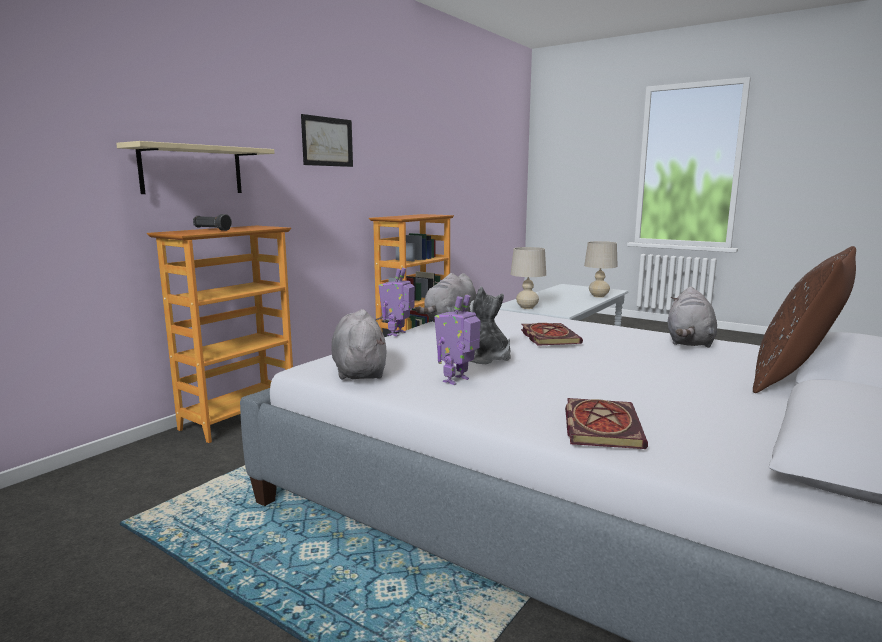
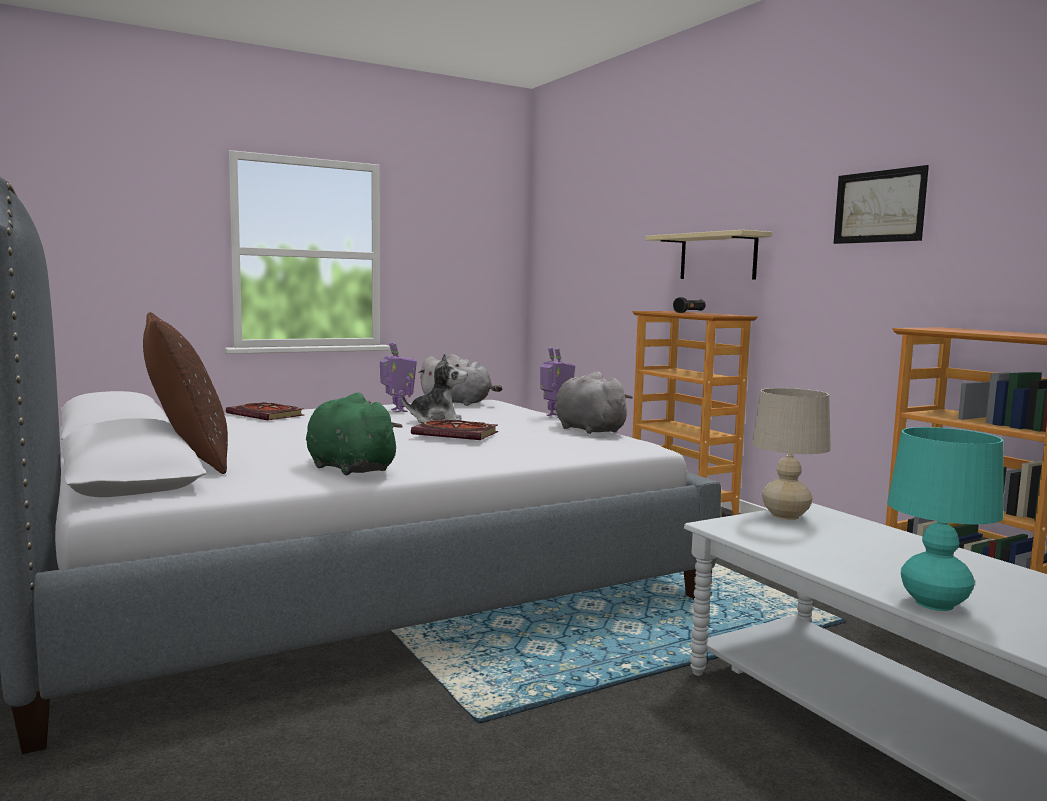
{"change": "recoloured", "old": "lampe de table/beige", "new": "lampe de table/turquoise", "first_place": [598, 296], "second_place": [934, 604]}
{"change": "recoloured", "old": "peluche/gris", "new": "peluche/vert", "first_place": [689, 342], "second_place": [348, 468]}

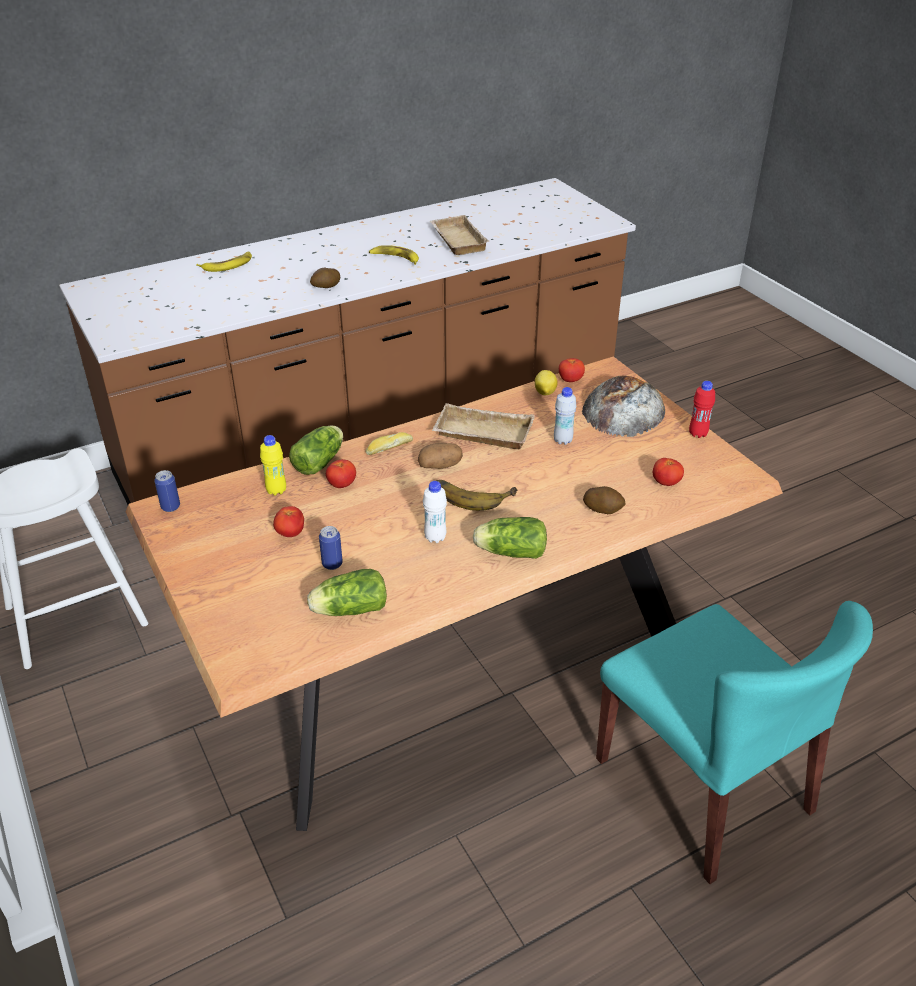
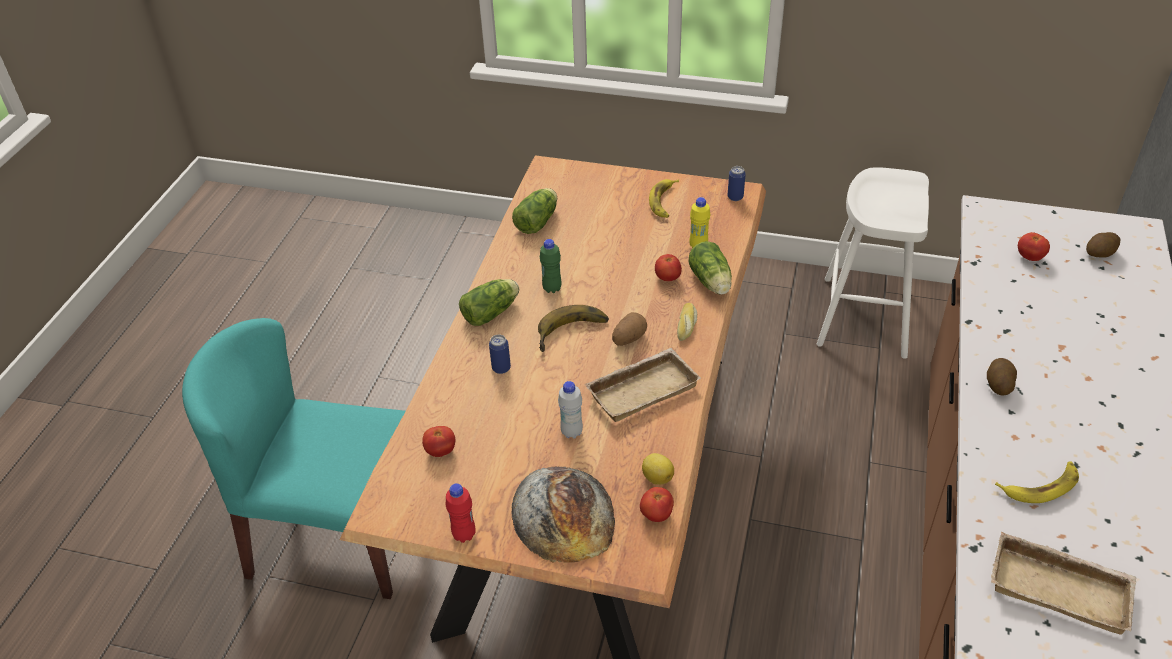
{"change": "moved", "old": "banane", "first_place": [228, 265], "second_place": [664, 202]}
{"change": "moved", "old": "tomate", "first_place": [290, 533], "second_place": [1030, 257]}
{"change": "moved", "old": "boîte métallique", "first_place": [332, 564], "second_place": [501, 368]}
{"change": "moved", "old": "pomme de terre", "first_place": [603, 509], "second_place": [1099, 254]}
{"change": "recoloured", "old": "bouteille/blanc", "new": "bouteille/vert", "first_place": [435, 537], "second_place": [552, 288]}

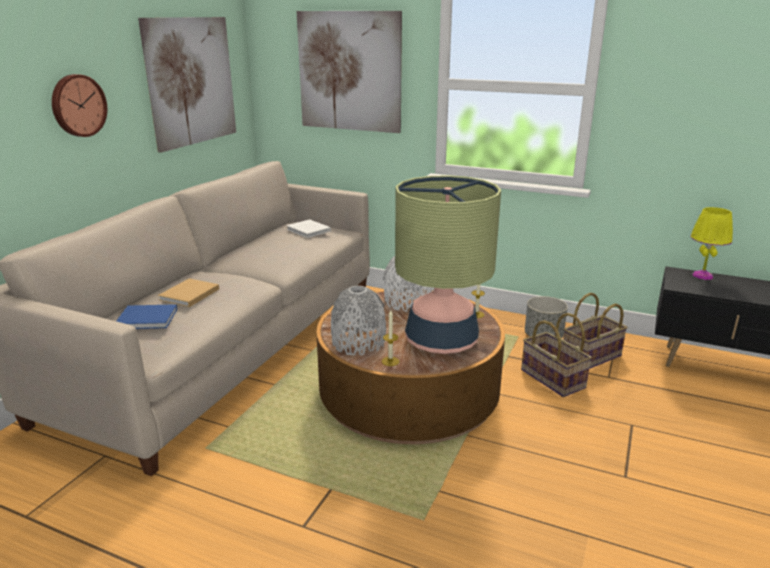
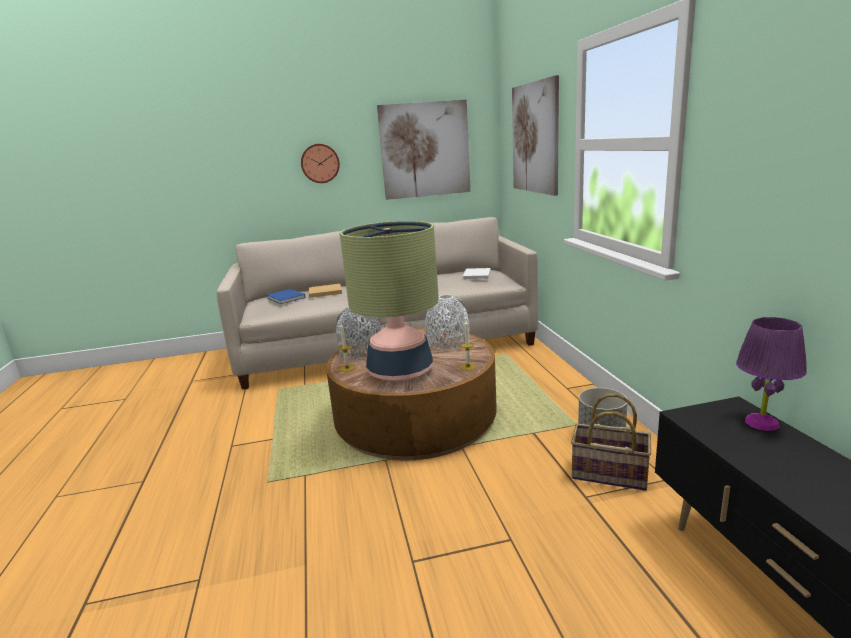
{"change": "removed", "old": "panier", "first_place": [551, 379]}
{"change": "recoloured", "old": "lampe de table/jaune", "new": "lampe de table/violet", "first_place": [702, 276], "second_place": [762, 423]}

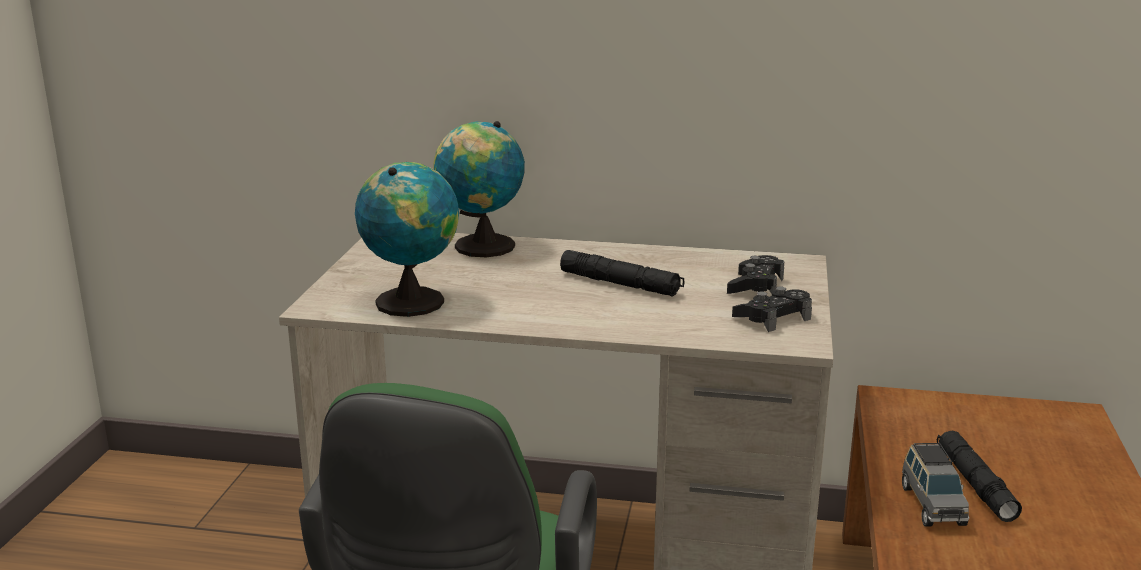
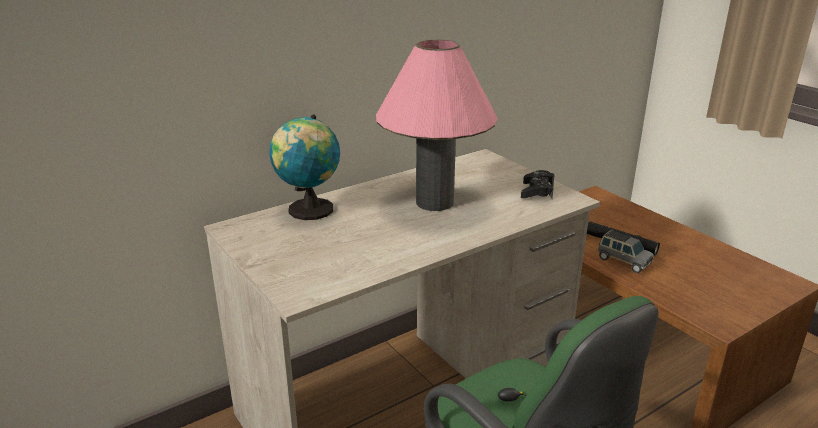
{"change": "removed", "old": "globe", "first_place": [412, 301]}
{"change": "removed", "old": "manette/noir", "first_place": [755, 286]}
{"change": "replaced", "old": "lampe de poche/noir", "new": "lampe de table/rose", "first_place": [620, 284], "second_place": [434, 202]}

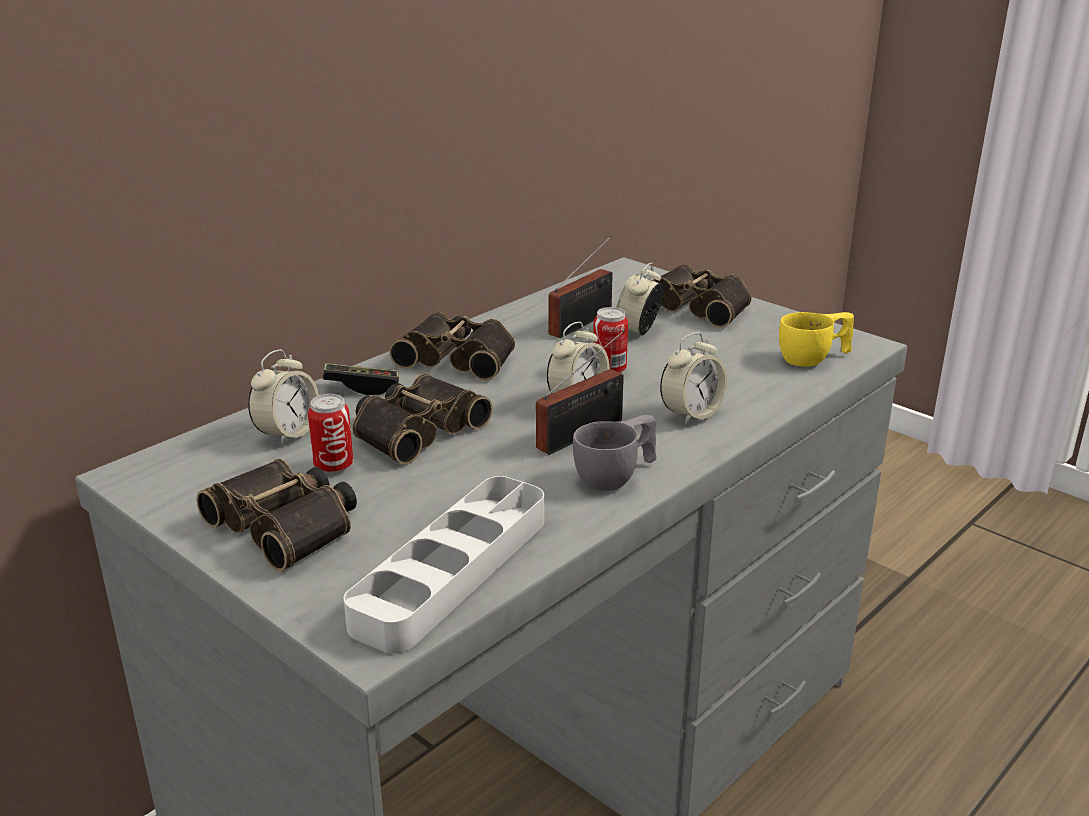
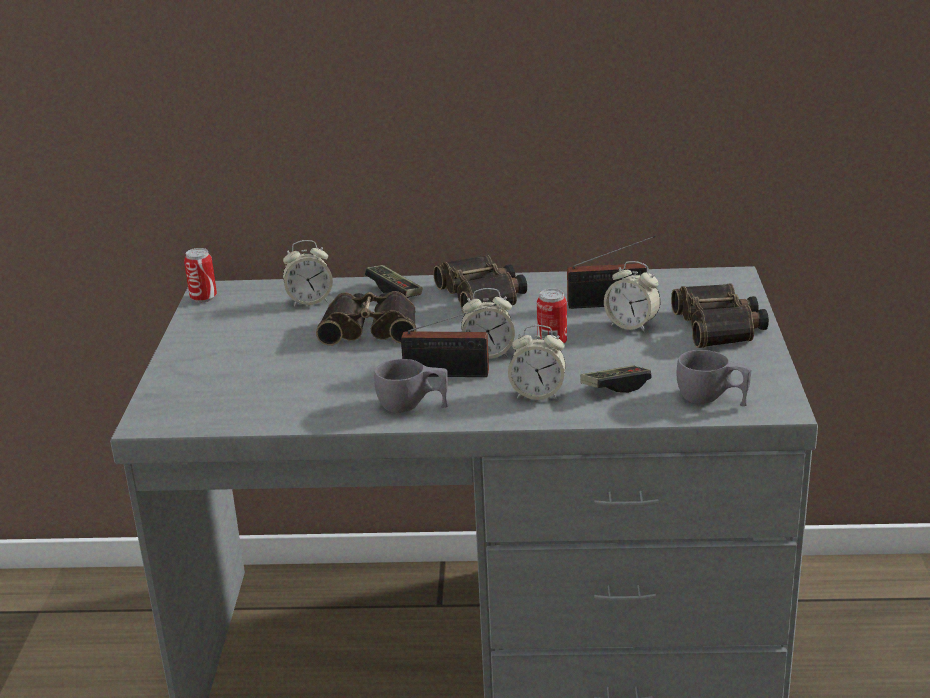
{"change": "removed", "old": "jumelles", "first_place": [287, 524]}
{"change": "removed", "old": "plateau/gris", "first_place": [452, 571]}
{"change": "added", "new": "manette", "second_place": [615, 387]}
{"change": "moved", "old": "boîte métallique", "first_place": [334, 466], "second_place": [203, 298]}
{"change": "recoloured", "old": "tasse/jaune", "new": "tasse/gris", "first_place": [814, 359], "second_place": [712, 399]}
{"change": "turned", "old": "réveil", "first_place": [637, 331], "second_place": [632, 325], "degrees": -135}

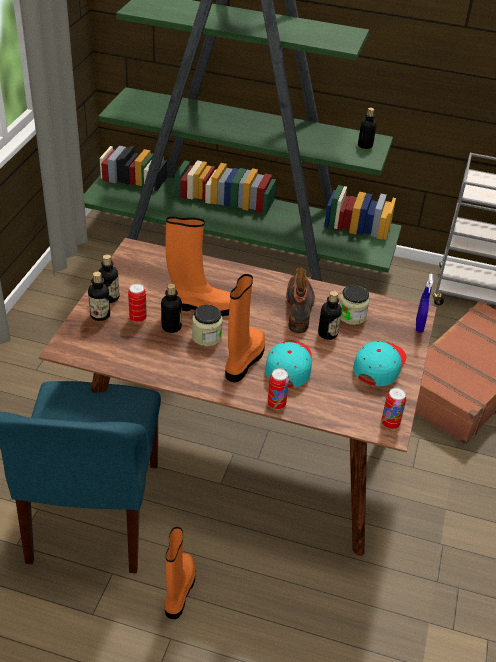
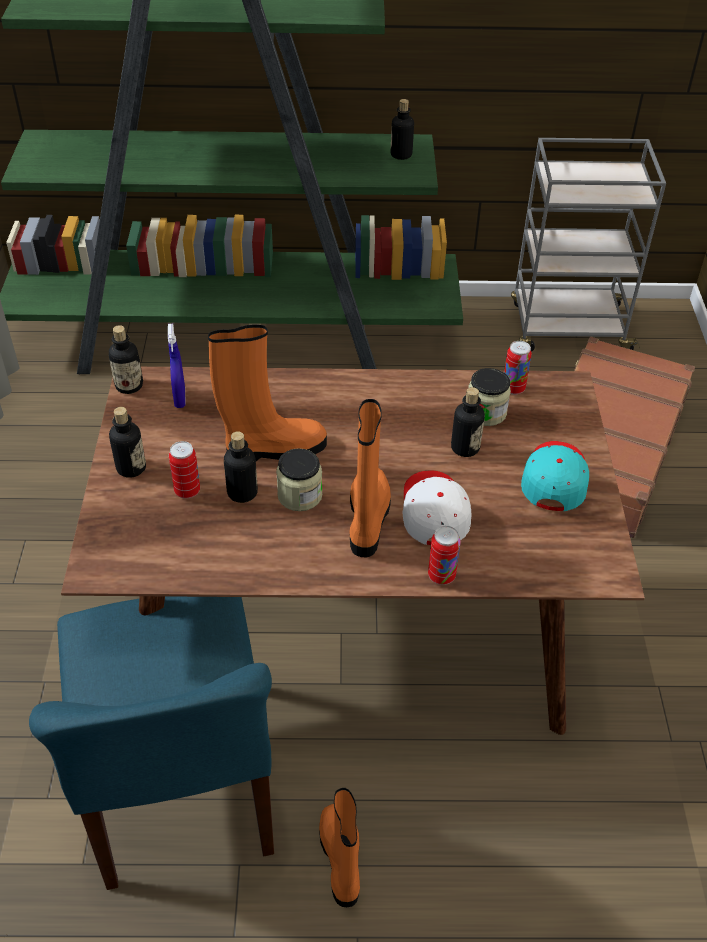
{"change": "removed", "old": "botte", "first_place": [300, 307]}
{"change": "moved", "old": "bouteille", "first_place": [100, 315], "second_place": [129, 385]}
{"change": "moved", "old": "boîte métallique", "first_place": [390, 424], "second_place": [513, 388]}
{"change": "moved", "old": "vaporisateur/bleu", "first_place": [419, 326], "second_place": [180, 398]}
{"change": "recoloured", "old": "casquette/turquoise", "new": "casquette/blanc", "first_place": [289, 366], "second_place": [433, 511]}

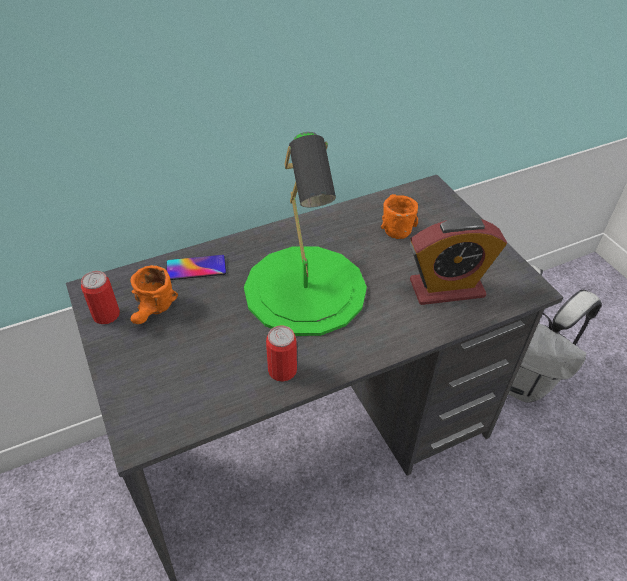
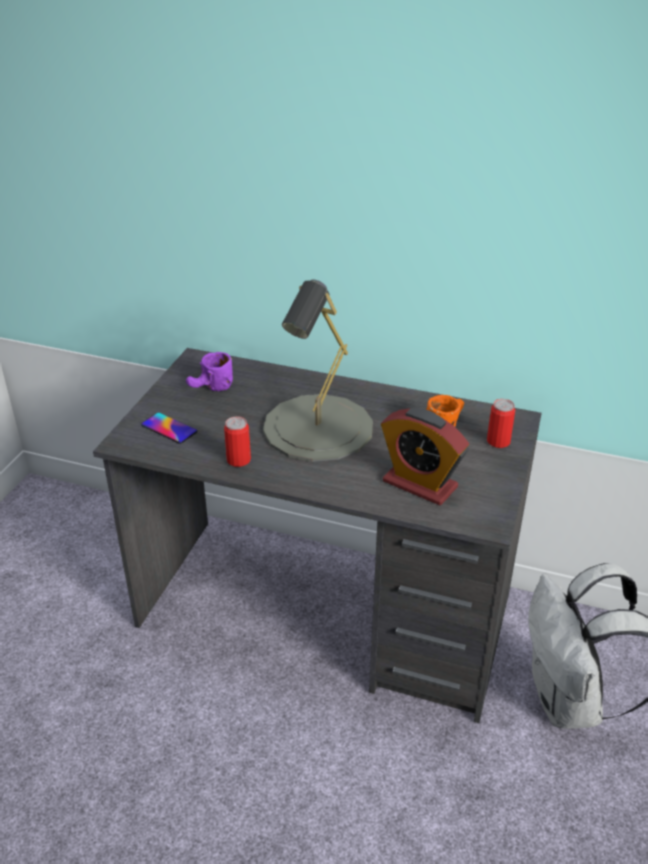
{"change": "moved", "old": "boîte métallique", "first_place": [106, 315], "second_place": [498, 441]}
{"change": "moved", "old": "téléphone", "first_place": [196, 268], "second_place": [169, 428]}
{"change": "recoloured", "old": "mug/orange", "new": "mug/violet", "first_place": [154, 312], "second_place": [211, 389]}
{"change": "recoloured", "old": "lampe de table/vert", "new": "lampe de table/gris", "first_place": [305, 289], "second_place": [318, 428]}

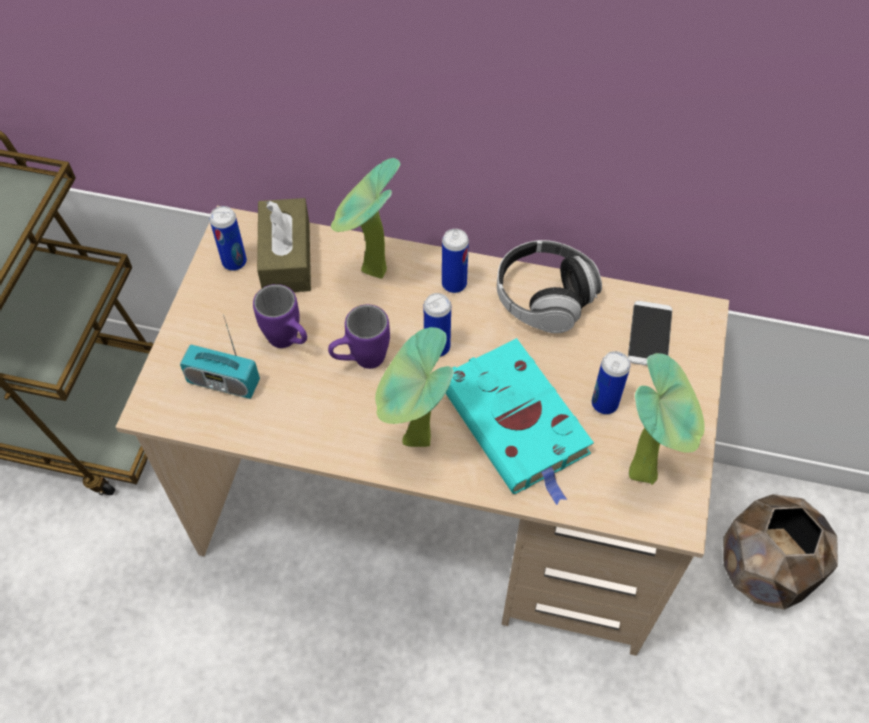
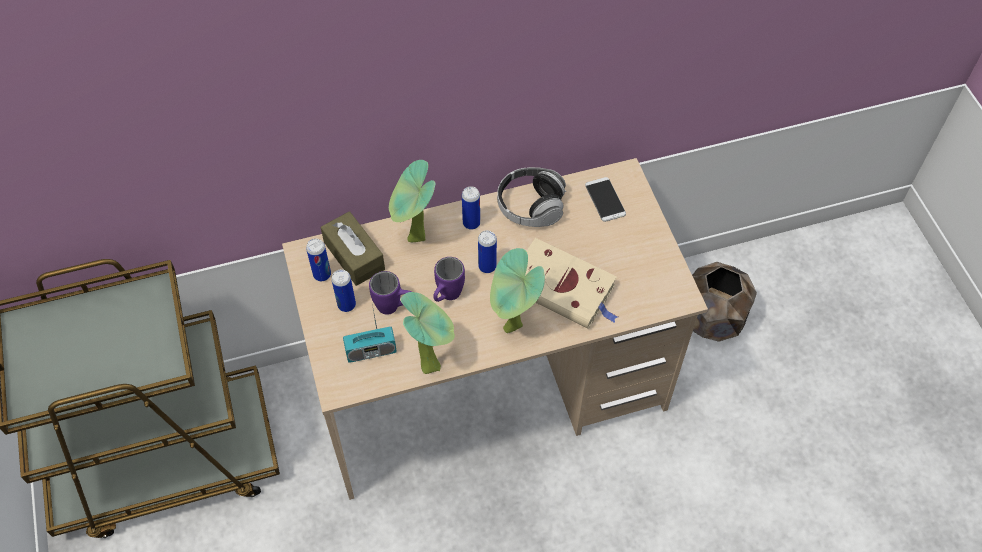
{"change": "moved", "old": "boîte métallique", "first_place": [604, 404], "second_place": [346, 305]}
{"change": "moved", "old": "plante en pot", "first_place": [647, 471], "second_place": [432, 364]}
{"change": "recoloured", "old": "livre/turquoise", "new": "livre/beige", "first_place": [517, 424], "second_place": [563, 288]}

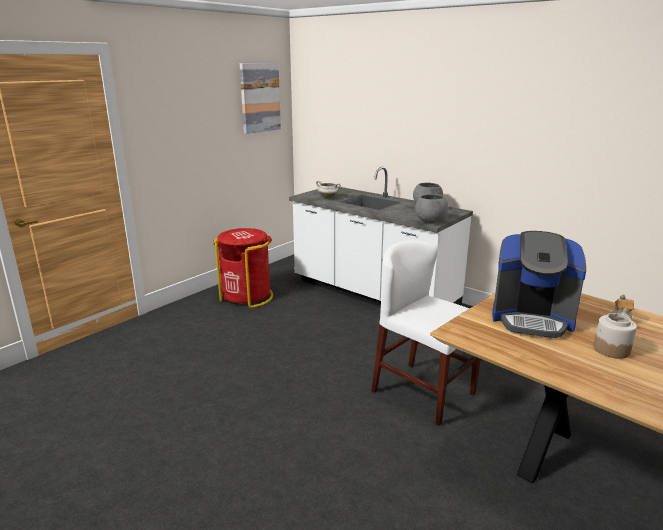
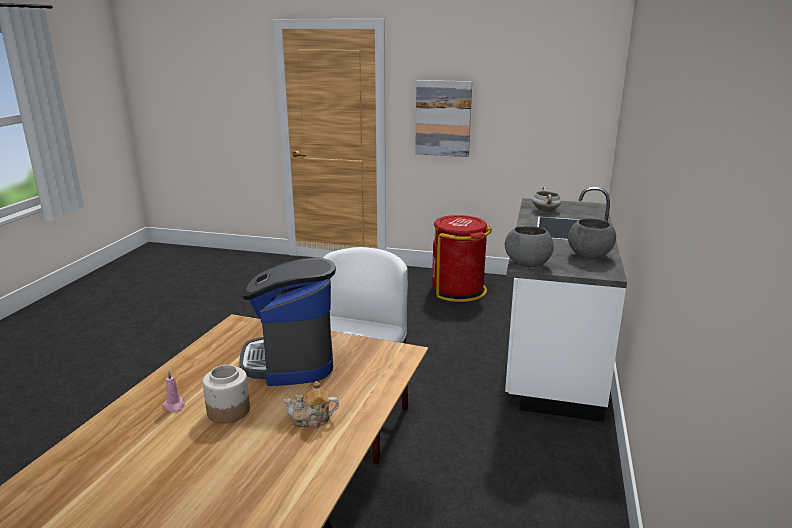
{"change": "added", "new": "bougie/rose", "second_place": [174, 406]}
{"change": "moved", "old": "tableau", "first_place": [259, 98], "second_place": [443, 118]}

